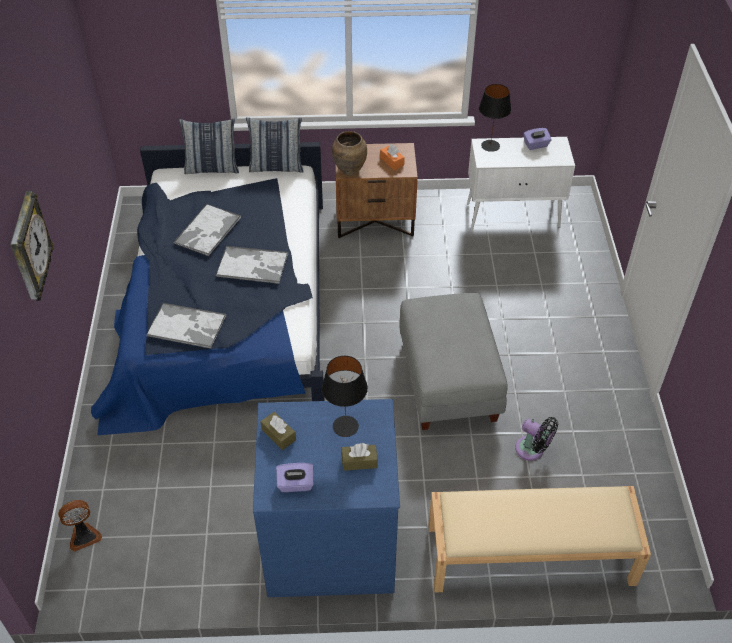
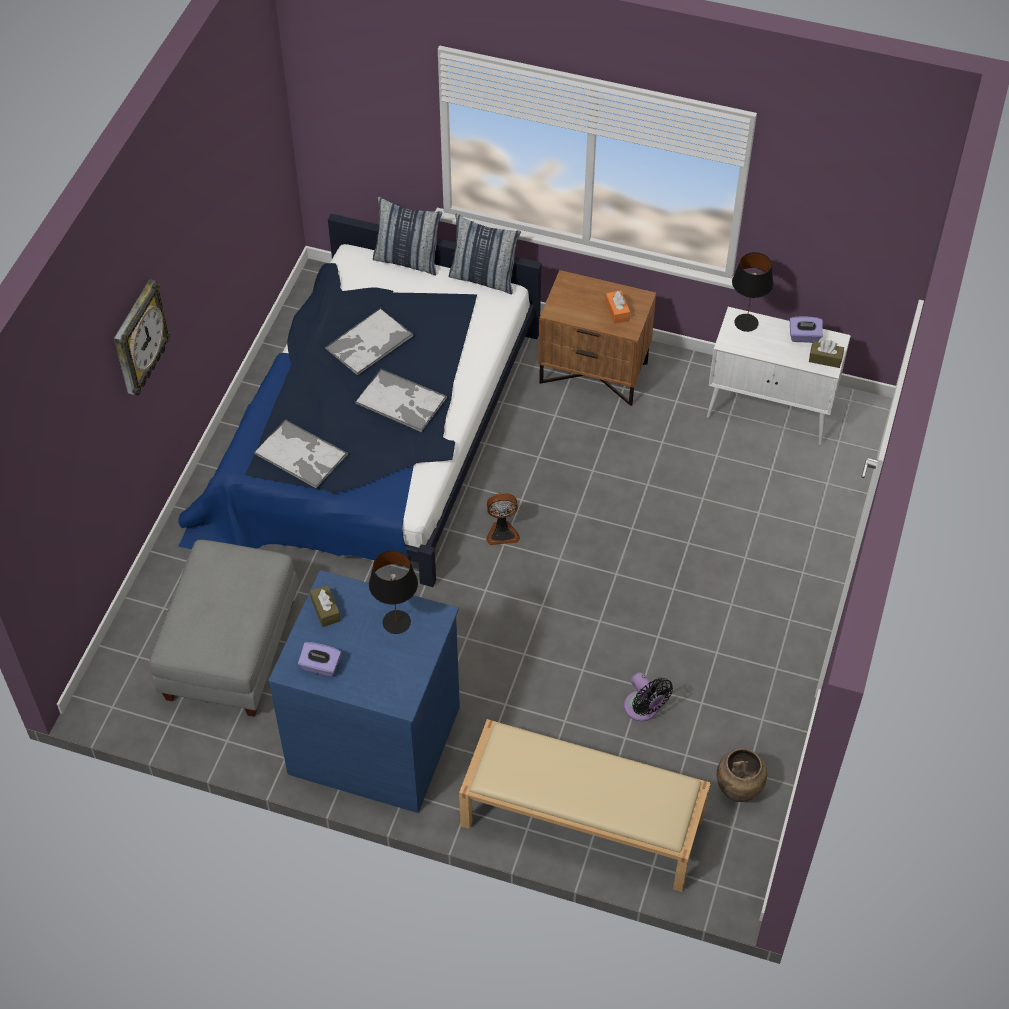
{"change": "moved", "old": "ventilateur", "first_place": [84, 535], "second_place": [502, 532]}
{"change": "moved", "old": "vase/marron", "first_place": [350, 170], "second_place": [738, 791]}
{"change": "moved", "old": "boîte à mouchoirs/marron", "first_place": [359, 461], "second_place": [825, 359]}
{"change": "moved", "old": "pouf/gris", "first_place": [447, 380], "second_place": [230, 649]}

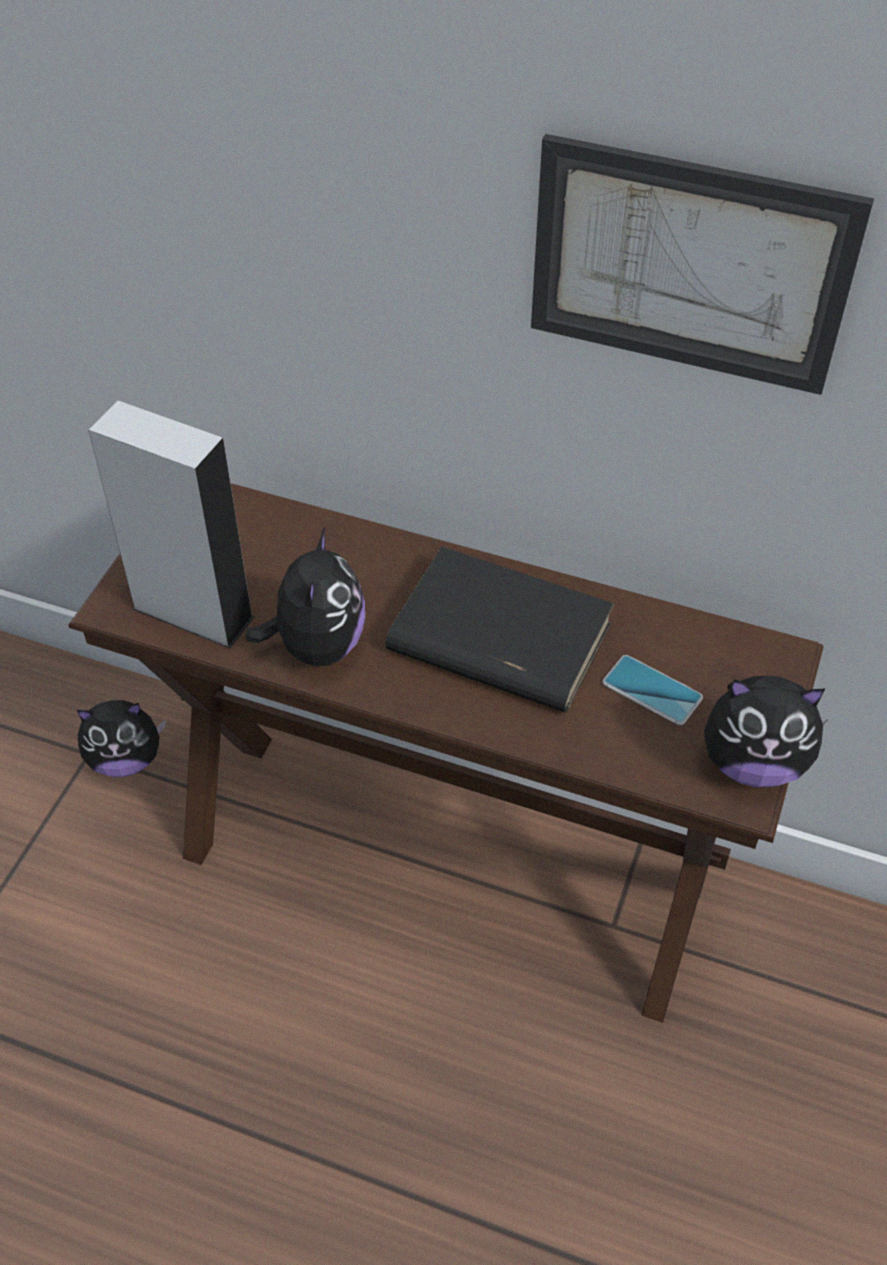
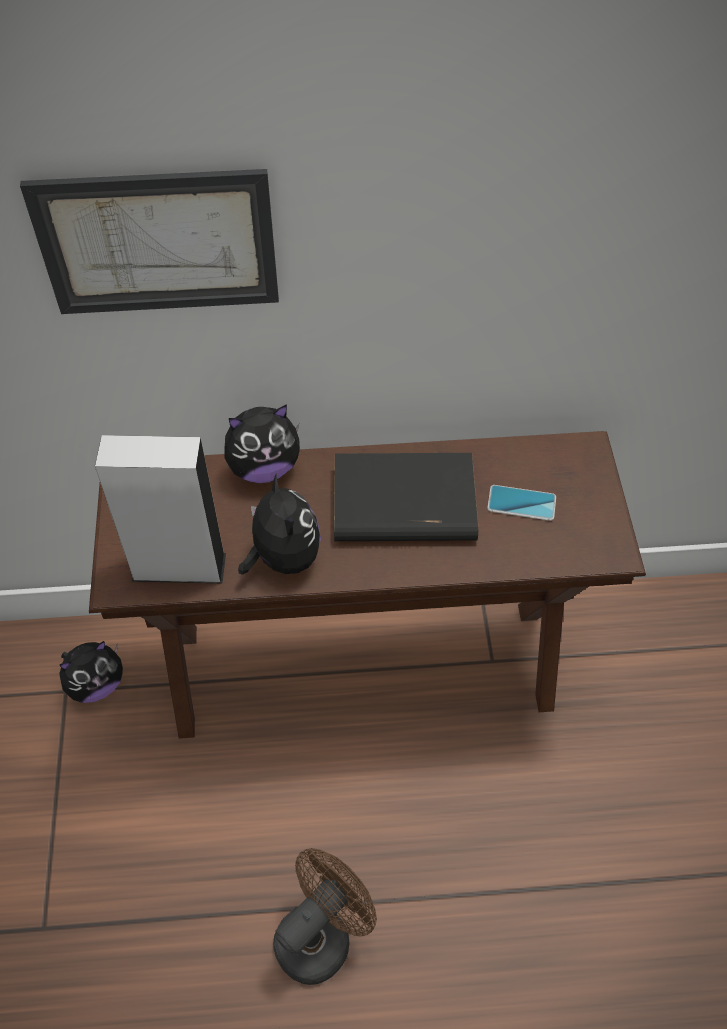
{"change": "added", "new": "ventilateur/marron", "second_place": [321, 934]}
{"change": "moved", "old": "tableau", "first_place": [689, 265], "second_place": [158, 242]}
{"change": "moved", "old": "peluche", "first_place": [753, 762], "second_place": [264, 467]}

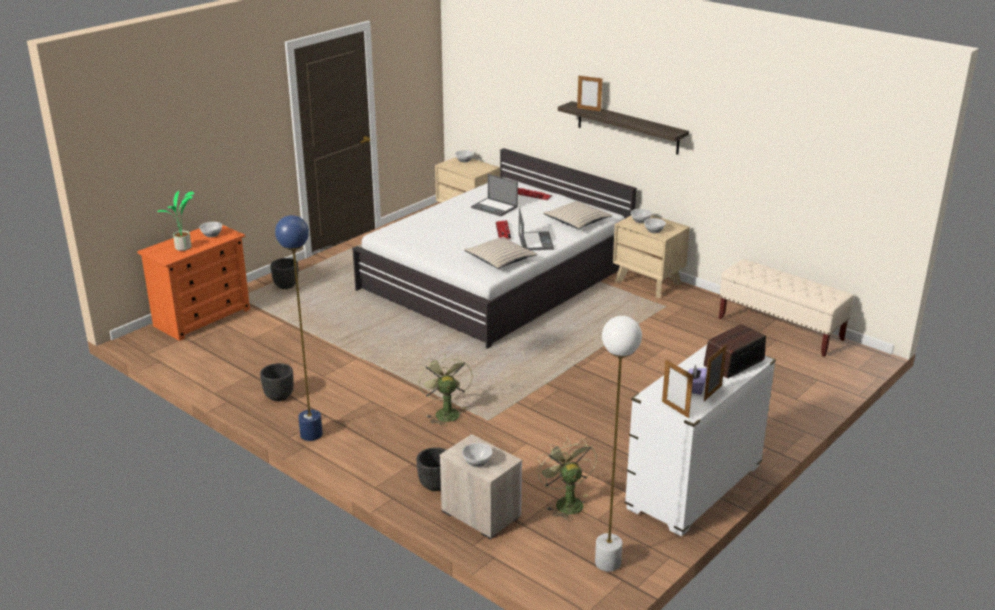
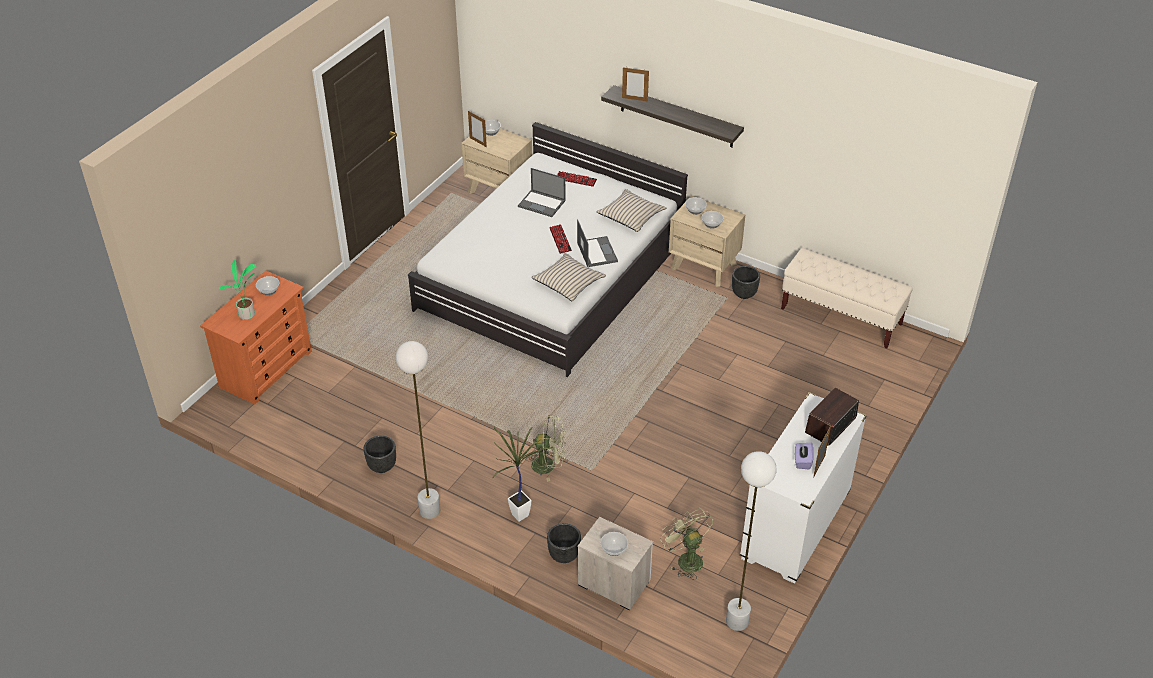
{"change": "added", "new": "plante en pot", "second_place": [519, 512]}
{"change": "moved", "old": "cache-pot/noir", "first_place": [286, 286], "second_place": [744, 293]}
{"change": "moved", "old": "cadre photo", "first_place": [675, 409], "second_place": [478, 142]}
{"change": "recoloured", "old": "lampadaire/bleu", "new": "lampadaire/blanc", "first_place": [311, 435], "second_place": [430, 510]}
{"change": "turned", "old": "ventilateur/vert", "first_place": [445, 412], "second_place": [548, 465], "degrees": 120}

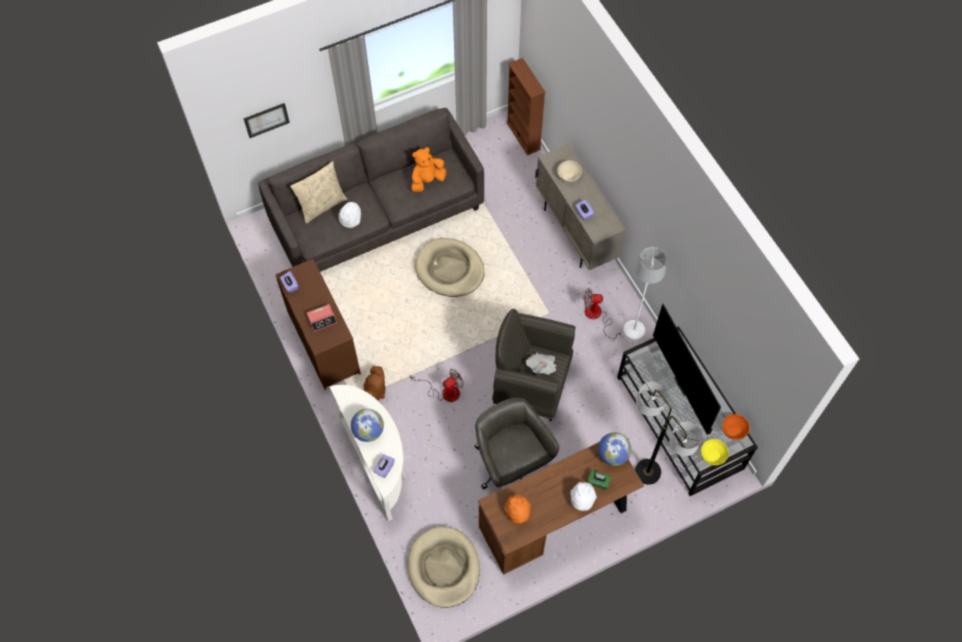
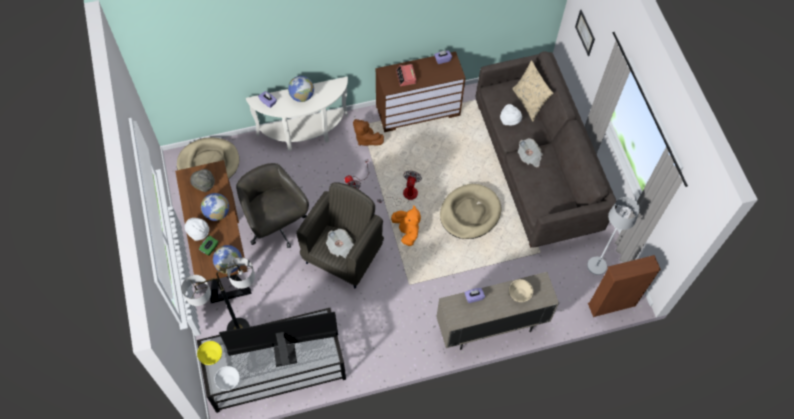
{"change": "added", "new": "globe", "second_place": [217, 213]}
{"change": "added", "new": "journal", "second_place": [529, 157]}
{"change": "moved", "old": "peluche/orange", "first_place": [427, 180], "second_place": [406, 231]}
{"change": "moved", "old": "ventilateur", "first_place": [597, 316], "second_place": [405, 195]}
{"change": "moved", "old": "lampadaire/blanc", "first_place": [634, 330], "second_place": [596, 266]}
{"change": "recoloured", "old": "chapeau/orange", "new": "chapeau/gris", "first_place": [517, 512], "second_place": [204, 185]}
{"change": "recoloured", "old": "bol/orange", "new": "bol/blanc", "first_place": [733, 430], "second_place": [228, 380]}
{"change": "turned", "old": "chaise de bureau/gris", "first_place": [511, 465], "second_place": [276, 225], "degrees": -105}

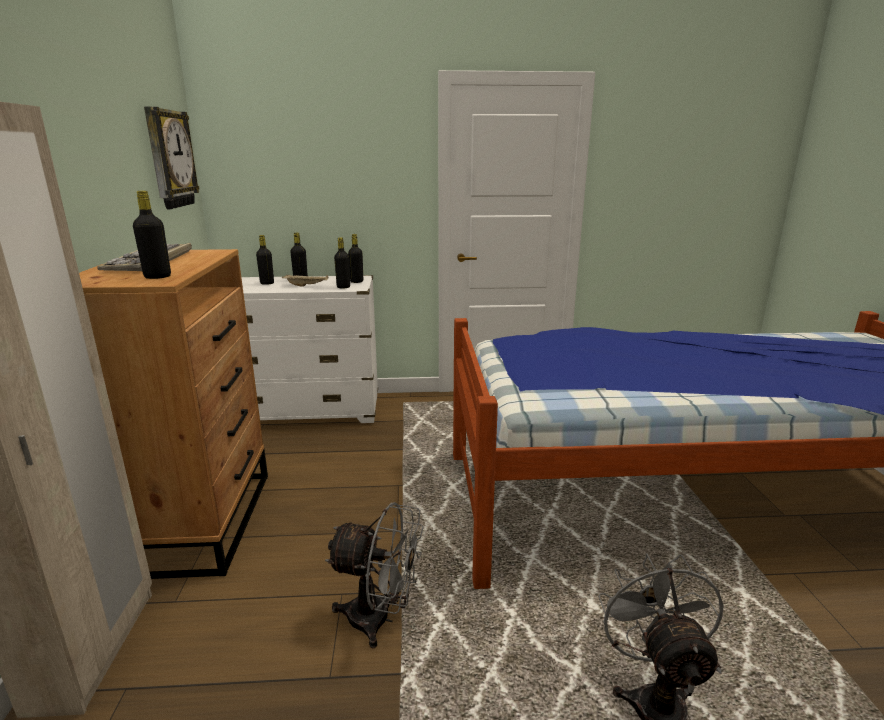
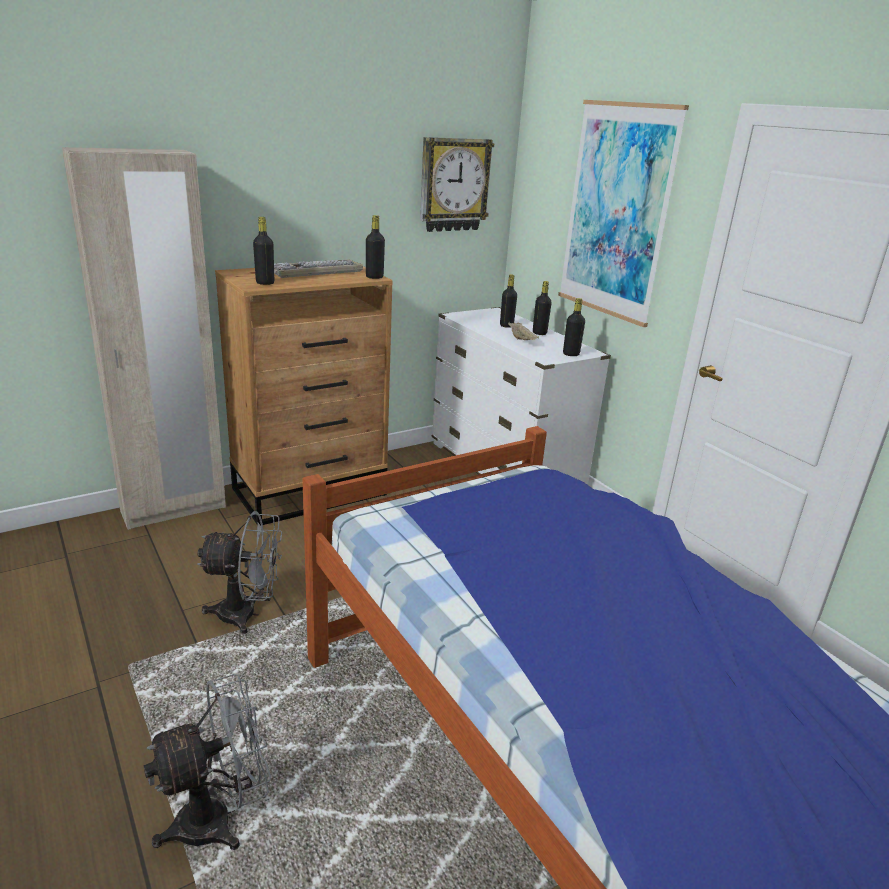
{"change": "added", "new": "tableau", "second_place": [617, 212]}
{"change": "moved", "old": "bouteille/noir", "first_place": [343, 287], "second_place": [374, 277]}
{"change": "turned", "old": "ventilateur/gris", "first_place": [380, 619], "second_place": [247, 615], "degrees": -75}

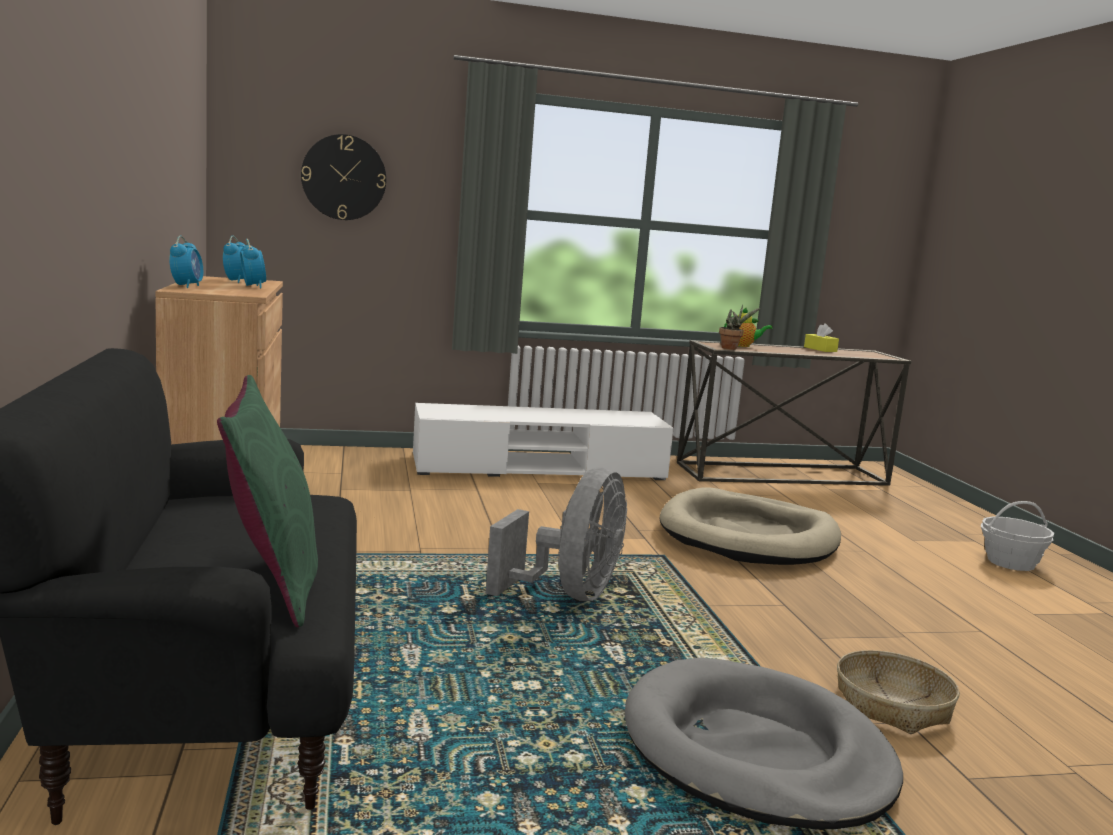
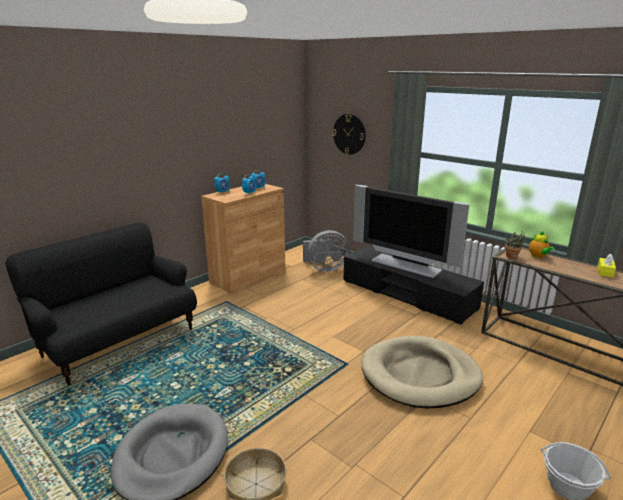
{"change": "removed", "old": "coussin/vert", "first_place": [270, 584]}
{"change": "added", "new": "téléviseur", "second_place": [405, 266]}
{"change": "moved", "old": "ventilateur/gris", "first_place": [569, 594], "second_place": [324, 268]}
{"change": "recoloured", "old": "meuble télé/blanc", "new": "meuble télé/noir", "first_place": [539, 468], "second_place": [407, 295]}

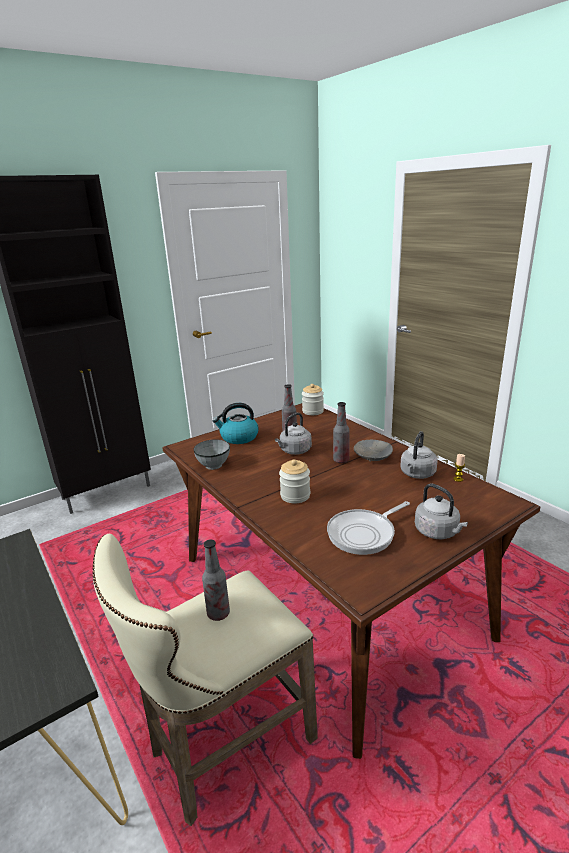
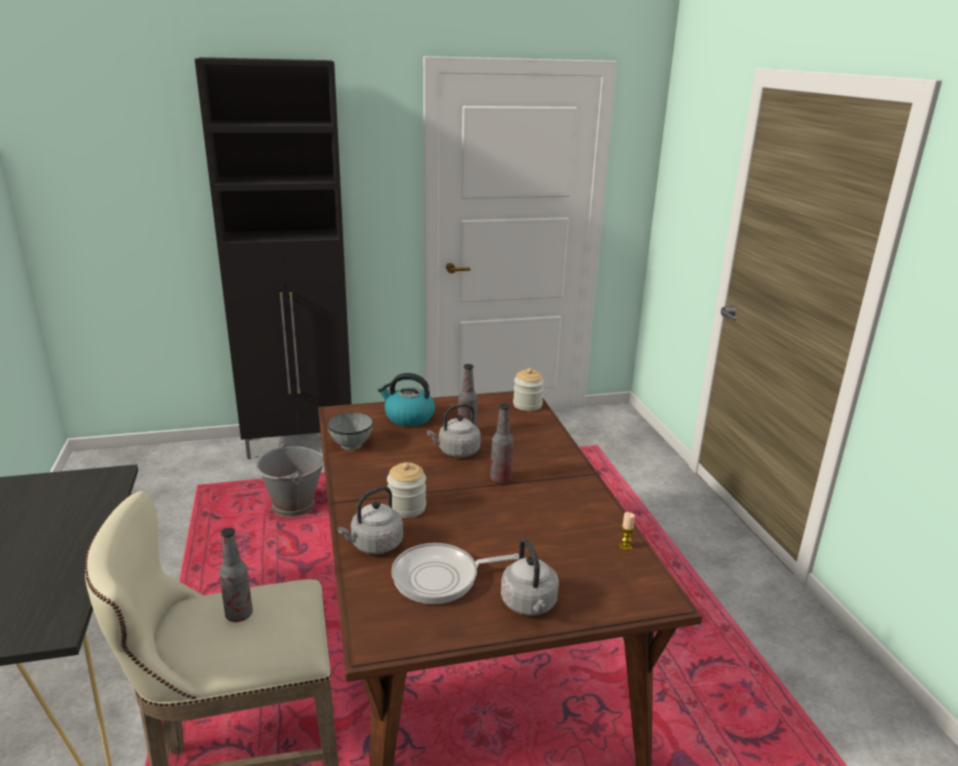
{"change": "removed", "old": "bol/gris", "first_place": [372, 456]}
{"change": "added", "new": "seau/gris", "second_place": [293, 506]}
{"change": "moved", "old": "bouilloire/gris", "first_place": [417, 474], "second_place": [374, 545]}

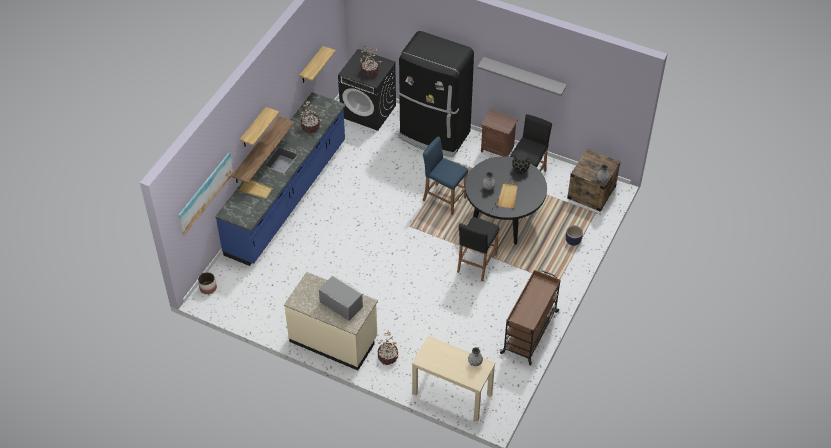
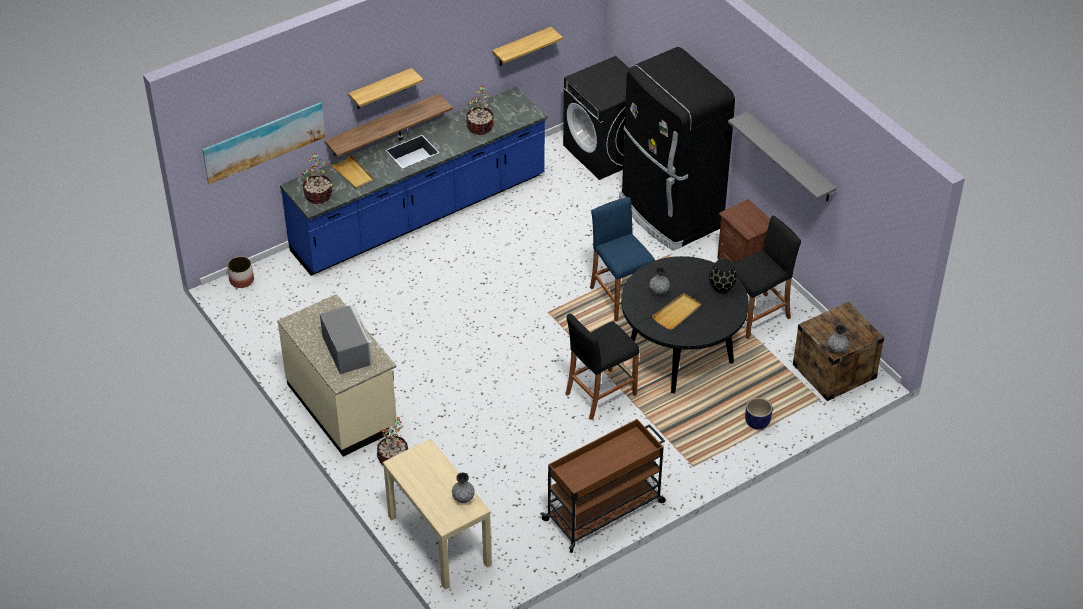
{"change": "moved", "old": "plante en pot", "first_place": [370, 71], "second_place": [319, 196]}

